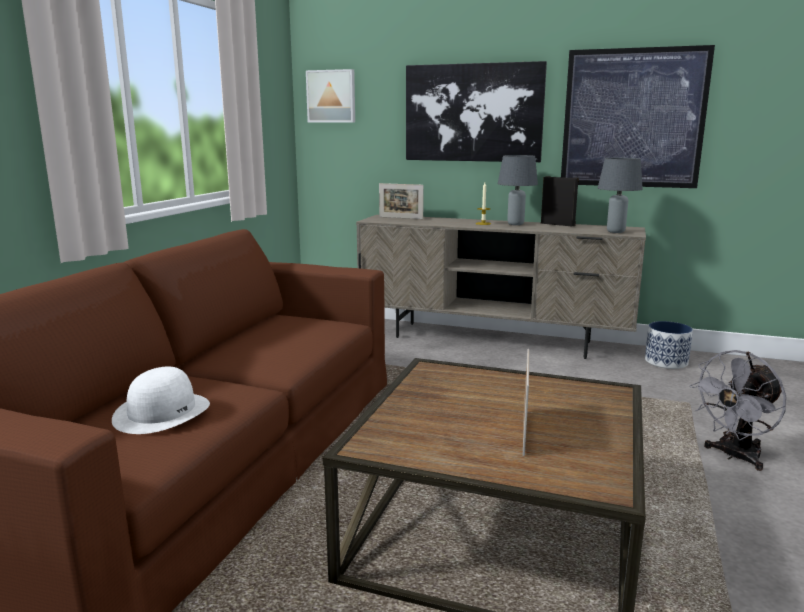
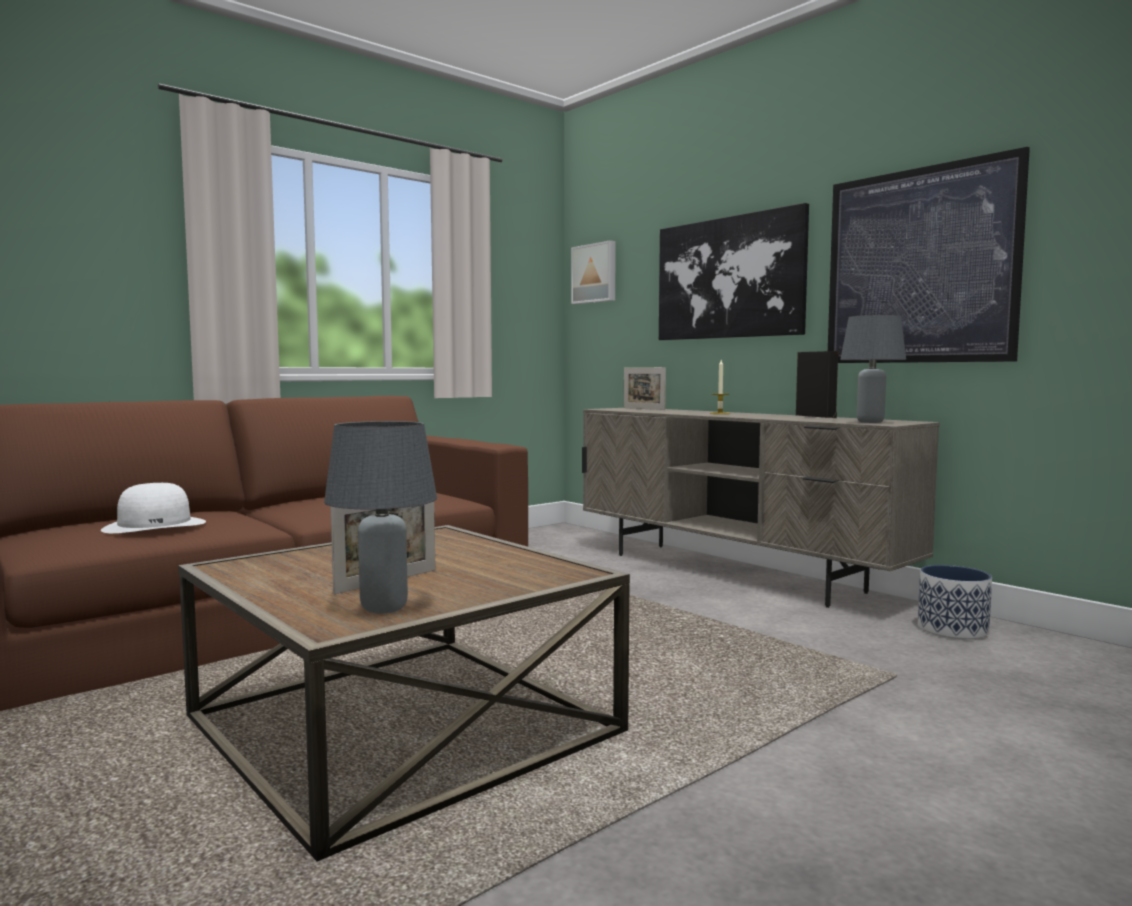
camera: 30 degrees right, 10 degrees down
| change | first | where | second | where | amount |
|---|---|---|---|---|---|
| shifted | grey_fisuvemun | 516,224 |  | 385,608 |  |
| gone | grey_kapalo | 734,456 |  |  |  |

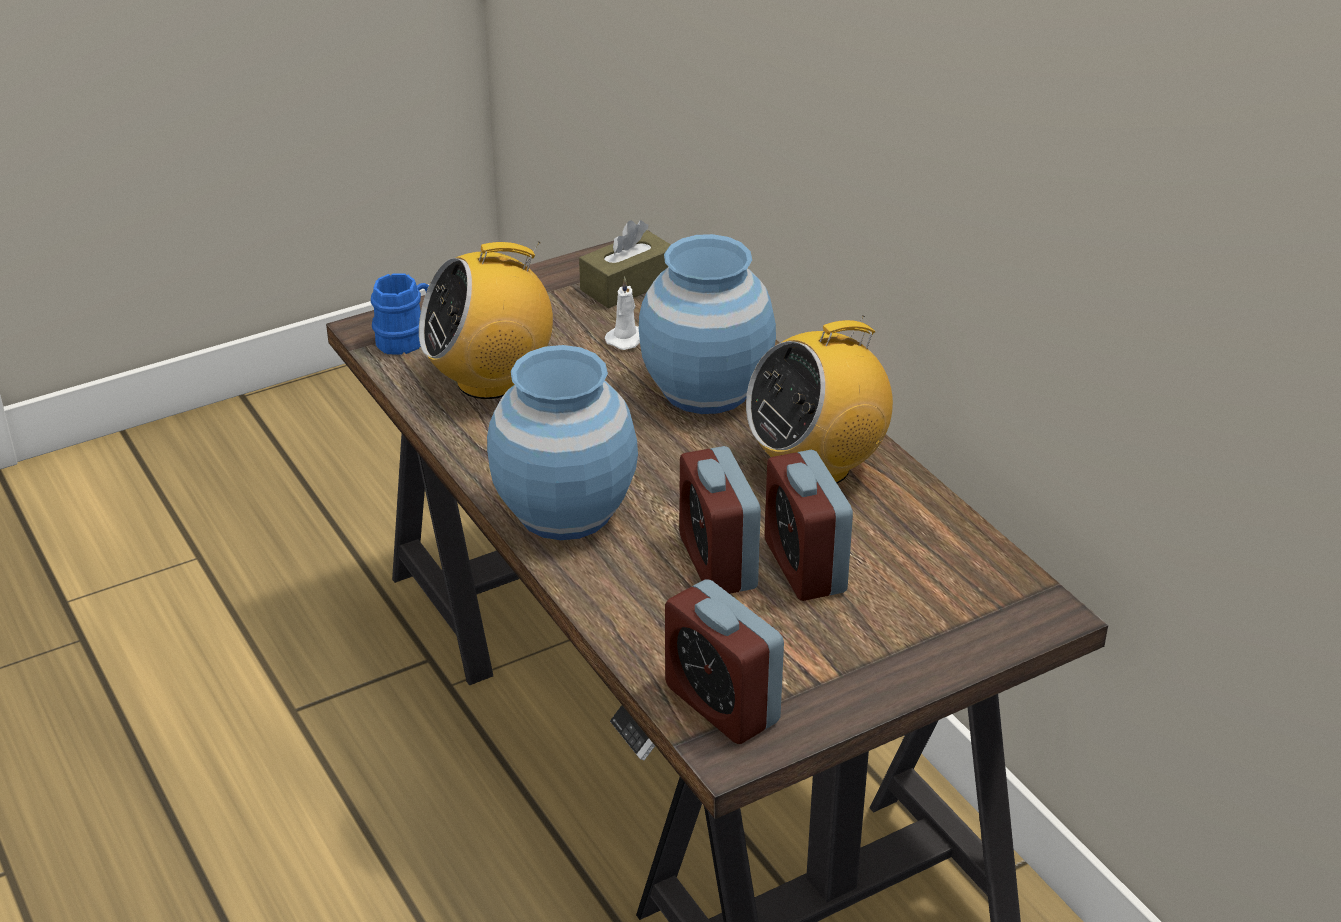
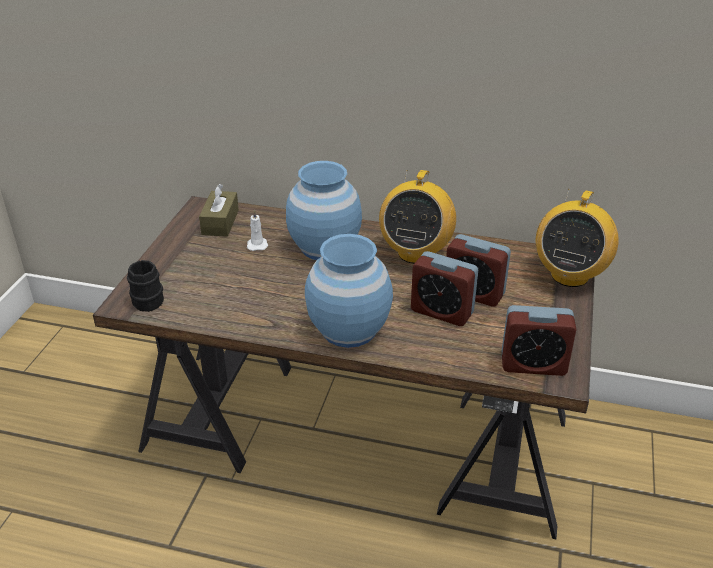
camera: 45 degrees left, 0 degrees up
| change | first | where | second | where | amount |
|---|---|---|---|---|---|
| repainted | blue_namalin | 406,338 | black_namalin | 149,299 |  |
| shifted | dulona | 490,380 |  | 569,275 |  |

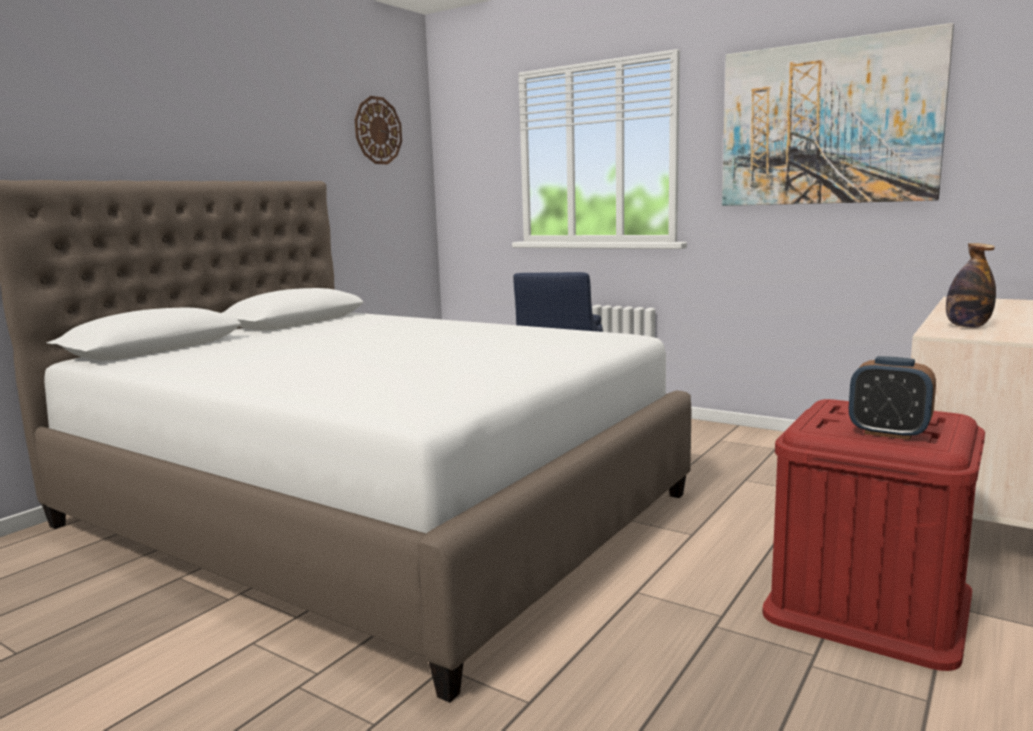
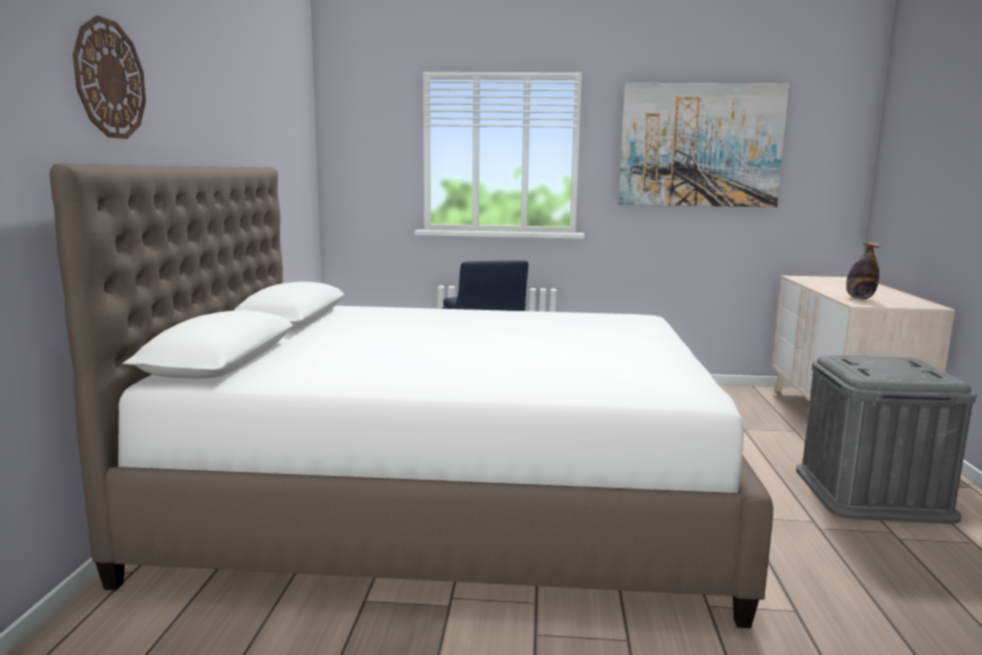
camera: 30 degrees left, 0 degrees up
| change | first | where | second | where | amount |
|---|---|---|---|---|---|
| shifted | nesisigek | 378,130 |  | 109,79 |  |
| repainted | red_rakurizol | 868,603 | grey_rakurizol | 872,493 |  |
| gone | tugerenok | 888,433 |  |  |  |

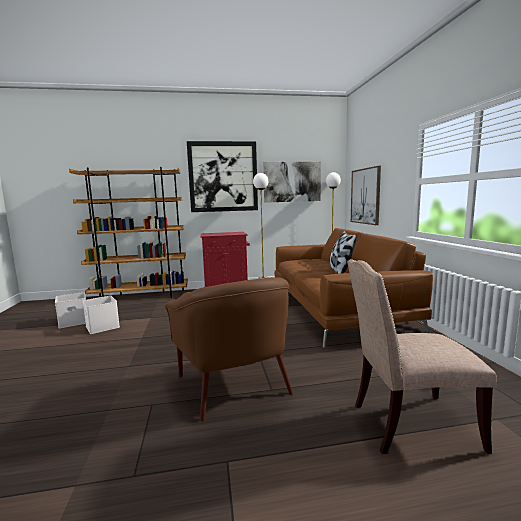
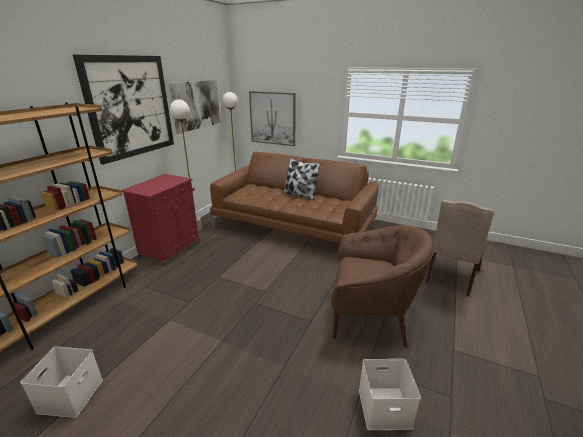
camera: 55 degrees left, 15 degrees up
| change | first | where | second | where | amount |
|---|---|---|---|---|---|
| shifted | white_rakurizol | 101,326 |  | 383,409 |  |

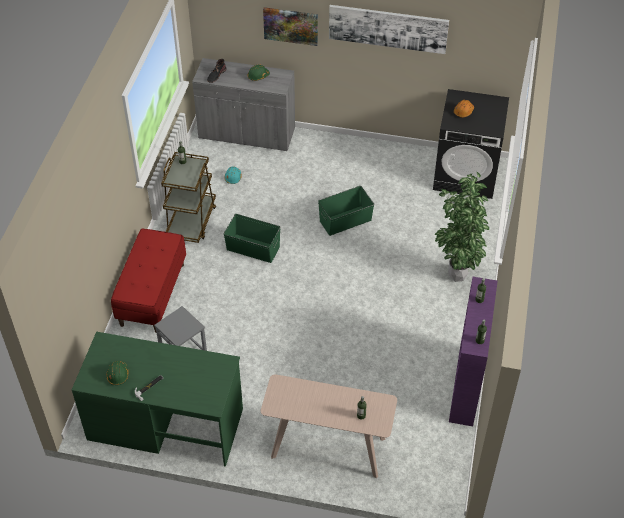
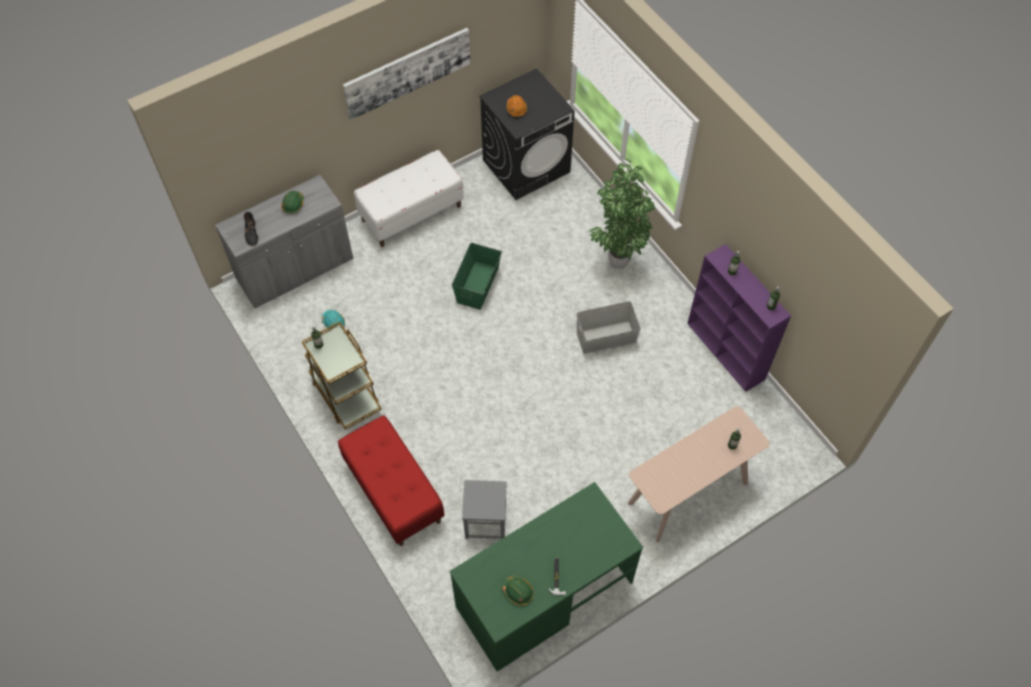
camera: 45 degrees left, 10 degrees up
| change | first | where | second | where | amount |
|---|---|---|---|---|---|
| gone | green_rakurizol | 253,248 |  |  |  |
| gone | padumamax | 291,25 |  |  |  |
| new |  |  | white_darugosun | 411,213 |  |
| new |  |  | grey_rakurizol | 606,337 |  |

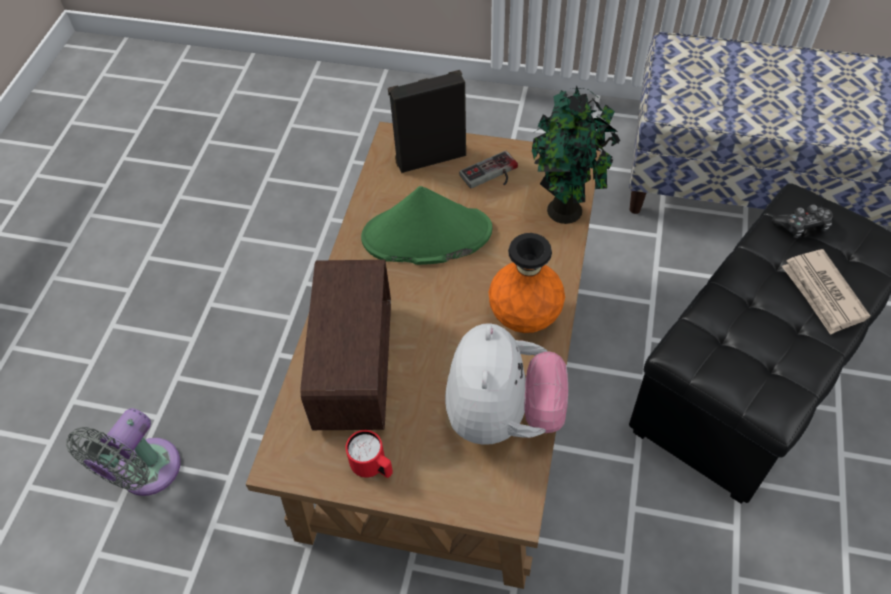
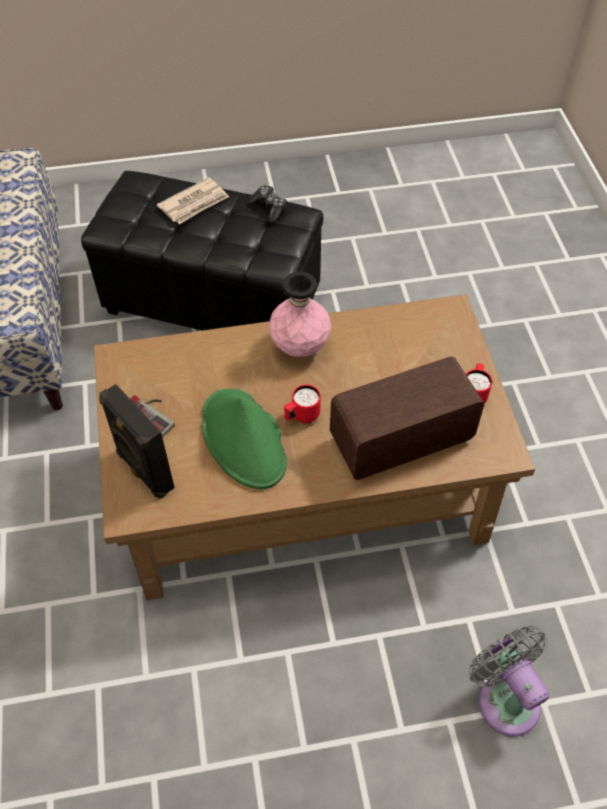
camera: 115 degrees left, 0 degrees up
| change | first | where | second | where | amount |
|---|---|---|---|---|---|
| rotated | grey_kapalo | 145,473 |  | 505,697 | 120 degrees counterclockwise |
| gone | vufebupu | 502,415 |  |  |  |
| repainted | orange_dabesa | 524,318 | pink_dabesa | 300,347 |  |
| gone | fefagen | 565,213 |  |  |  |
| shifted | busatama | 802,226 |  | 269,208 |  |
| new |  |  | red_namalin | 302,416 |  |

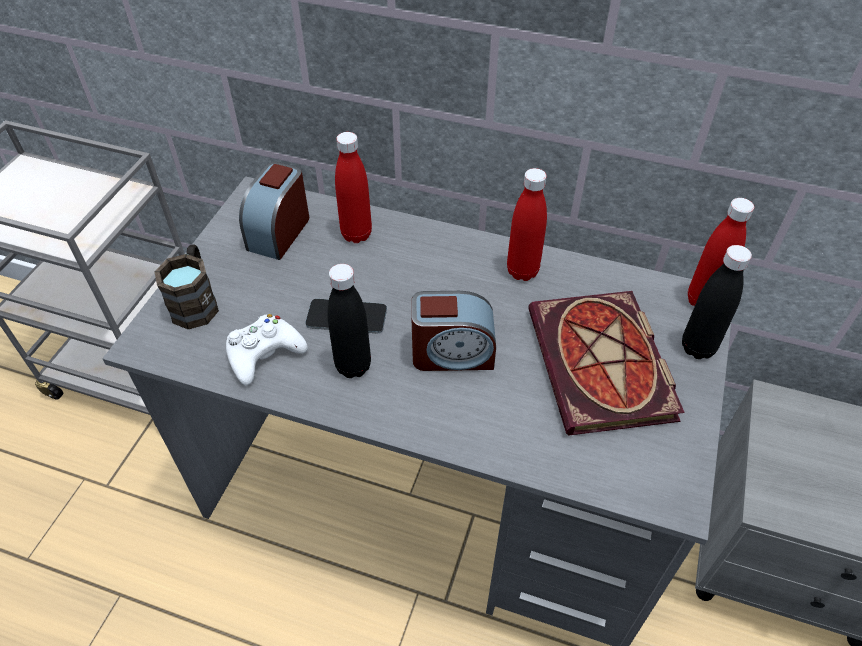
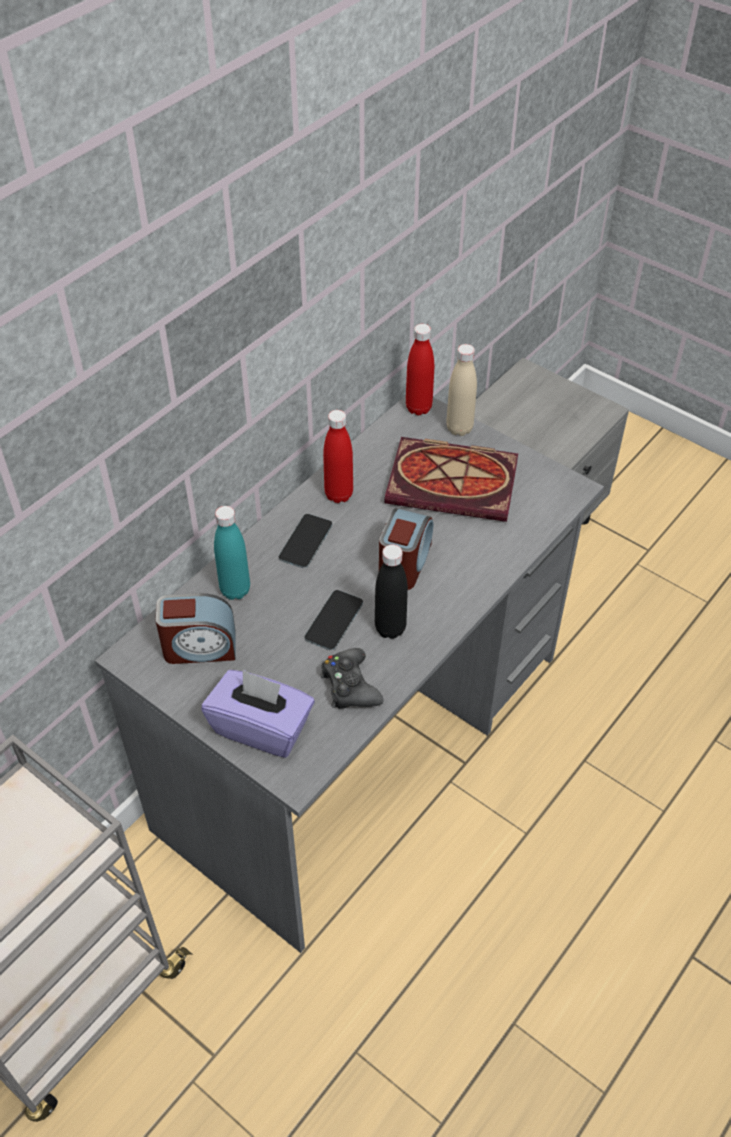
camera: 70 degrees left, 0 degrees up
| change | first | where | second | where | amount |
|---|---|---|---|---|---|
| swapped | brown_namalin | 196,302 | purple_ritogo | 262,727 |  |
| repainted | white_busatama | 264,354 | black_busatama | 350,686 |  |
| rotated | tugerenok | 279,232 |  | 199,647 | 45 degrees counterclockwise |
| repainted | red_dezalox | 356,234 | turquoise_dezalox | 235,590 |  |
| repainted | black_dezalox | 697,348 | beige_dezalox | 459,428 |  |
| new |  |  | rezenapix | 305,541 |  |

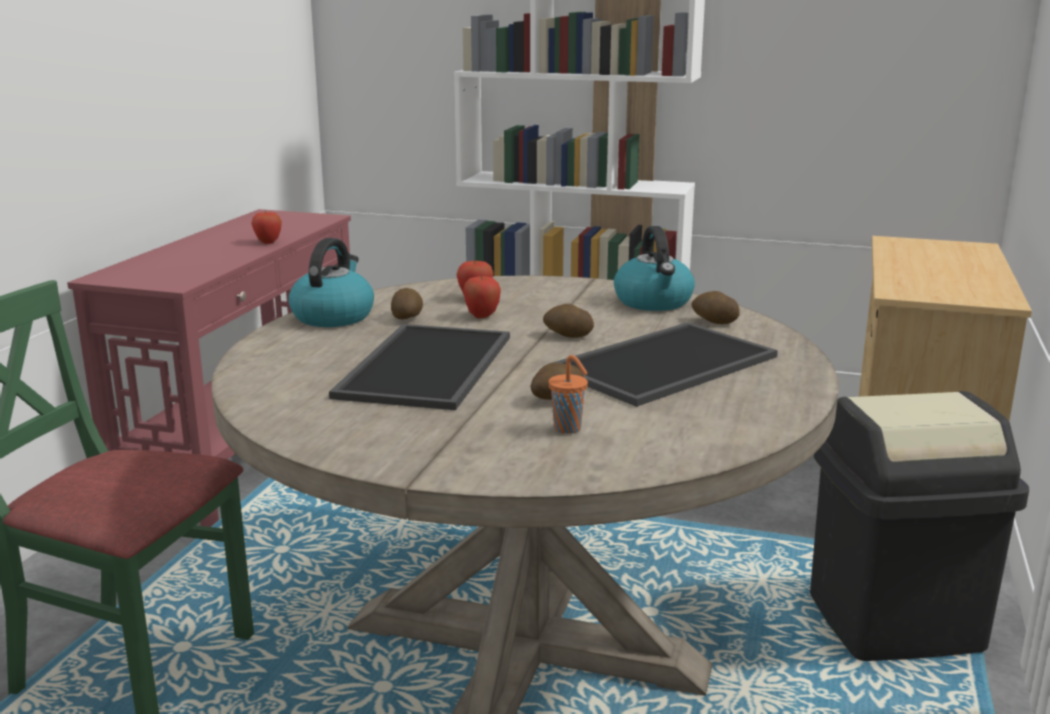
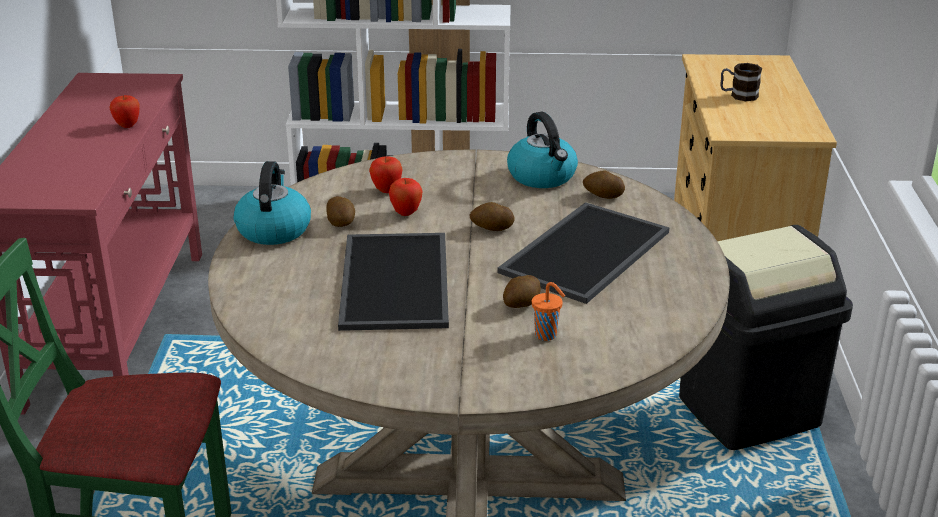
camera: 15 degrees left, 10 degrees up
| change | first | where | second | where | amount |
|---|---|---|---|---|---|
| new |  |  | namalin | 738,95 |  |

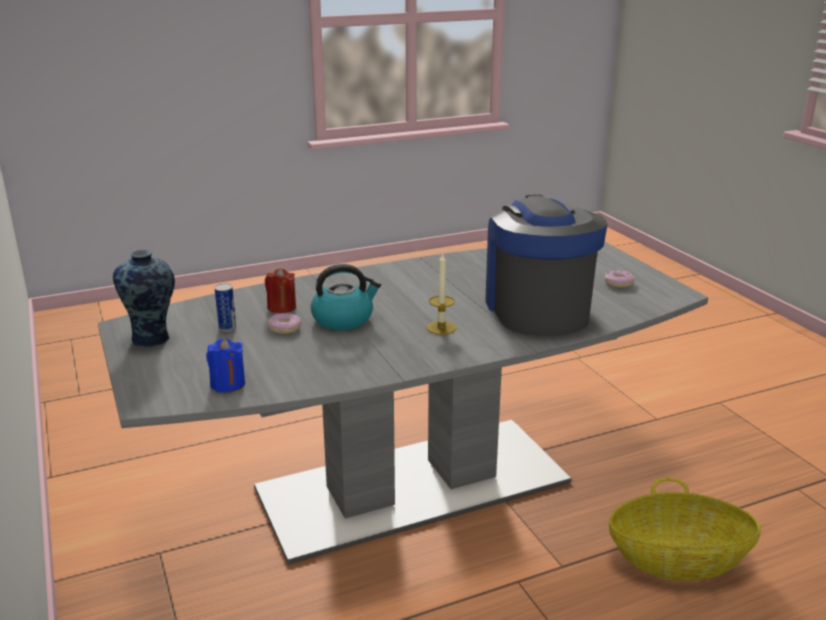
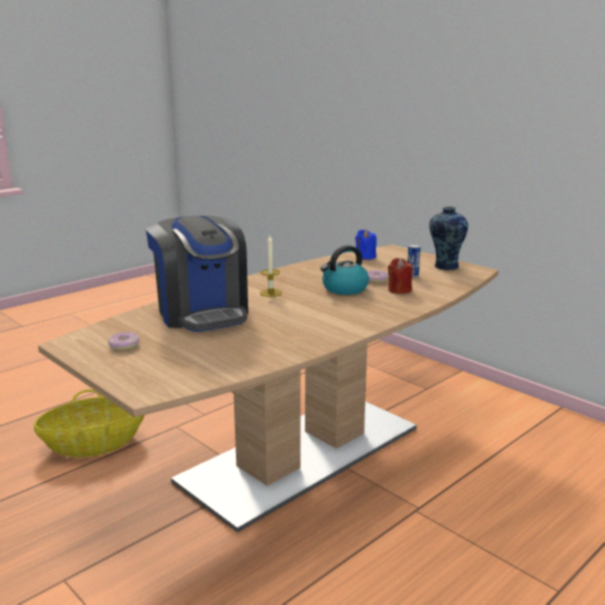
camera: 160 degrees right, 5 degrees down
| change | first | where | second | where | amount |
|---|---|---|---|---|---|
| repainted | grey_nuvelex | 412,485 | brown_nuvelex | 303,453 |  |

